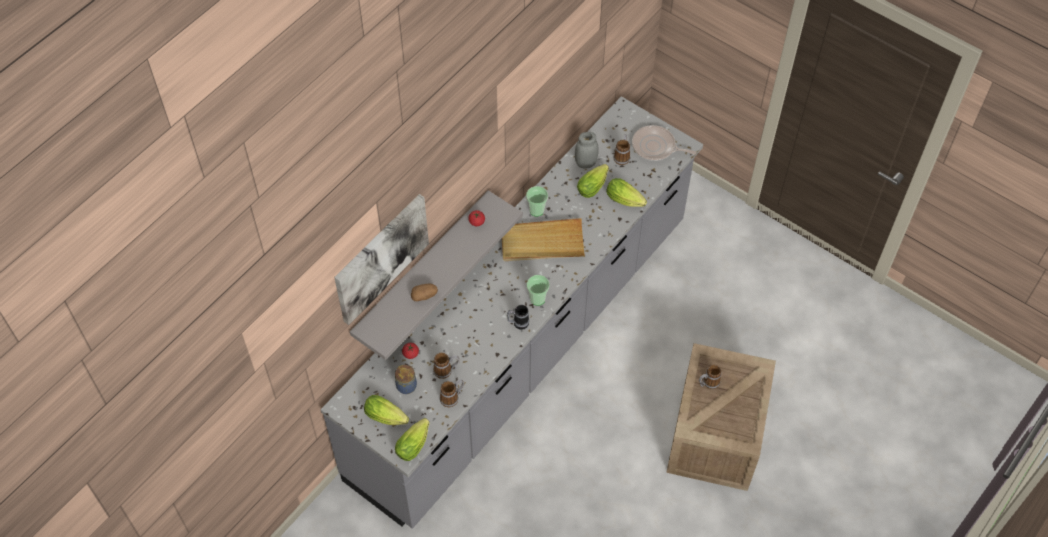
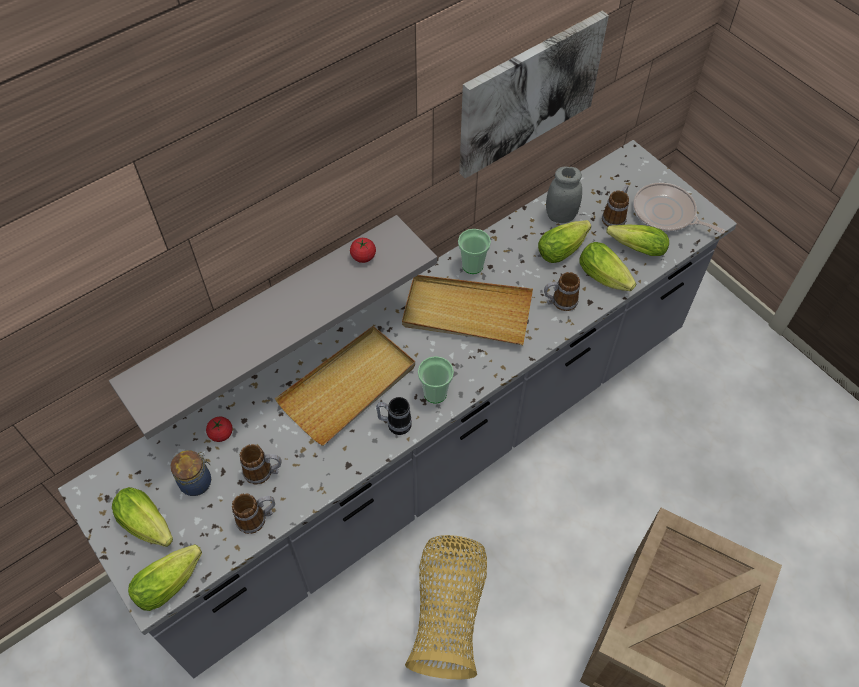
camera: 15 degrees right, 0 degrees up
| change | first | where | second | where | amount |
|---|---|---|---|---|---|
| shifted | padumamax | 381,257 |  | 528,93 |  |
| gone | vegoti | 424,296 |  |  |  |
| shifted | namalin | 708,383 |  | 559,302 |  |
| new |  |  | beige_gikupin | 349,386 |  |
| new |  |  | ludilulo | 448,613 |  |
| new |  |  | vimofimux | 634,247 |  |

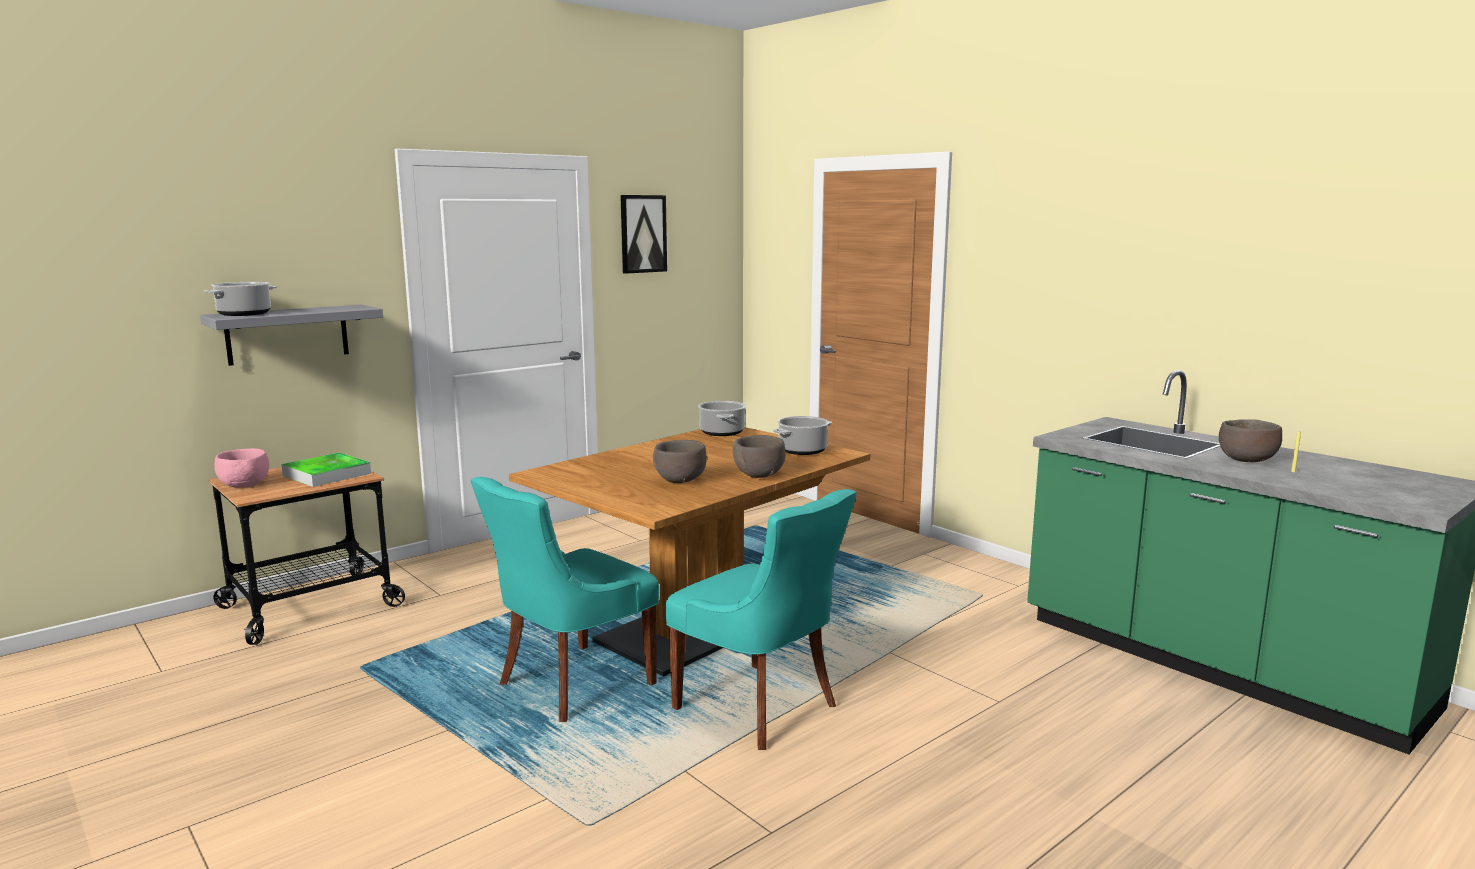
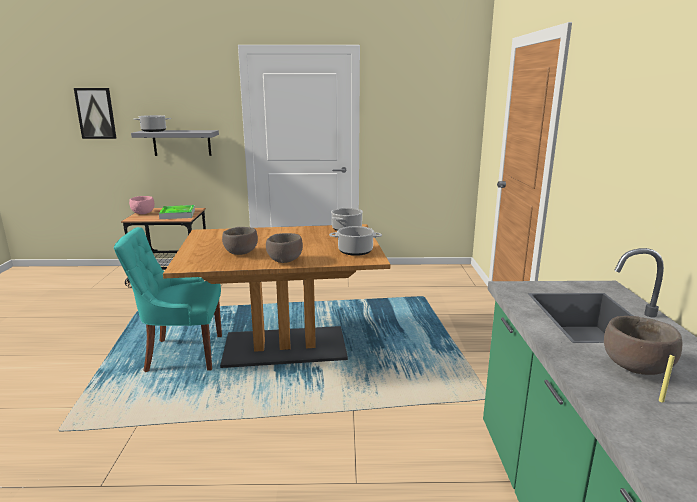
camera: 40 degrees right, 5 degrees up
| change | first | where | second | where | amount |
|---|---|---|---|---|---|
| shifted | padumamax | 643,234 |  | 96,113 |  |
| gone | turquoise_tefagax | 760,707 |  |  |  |

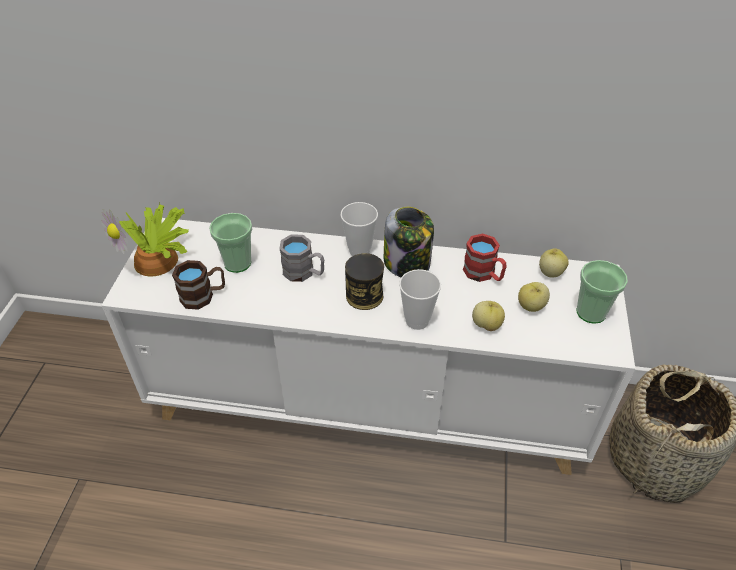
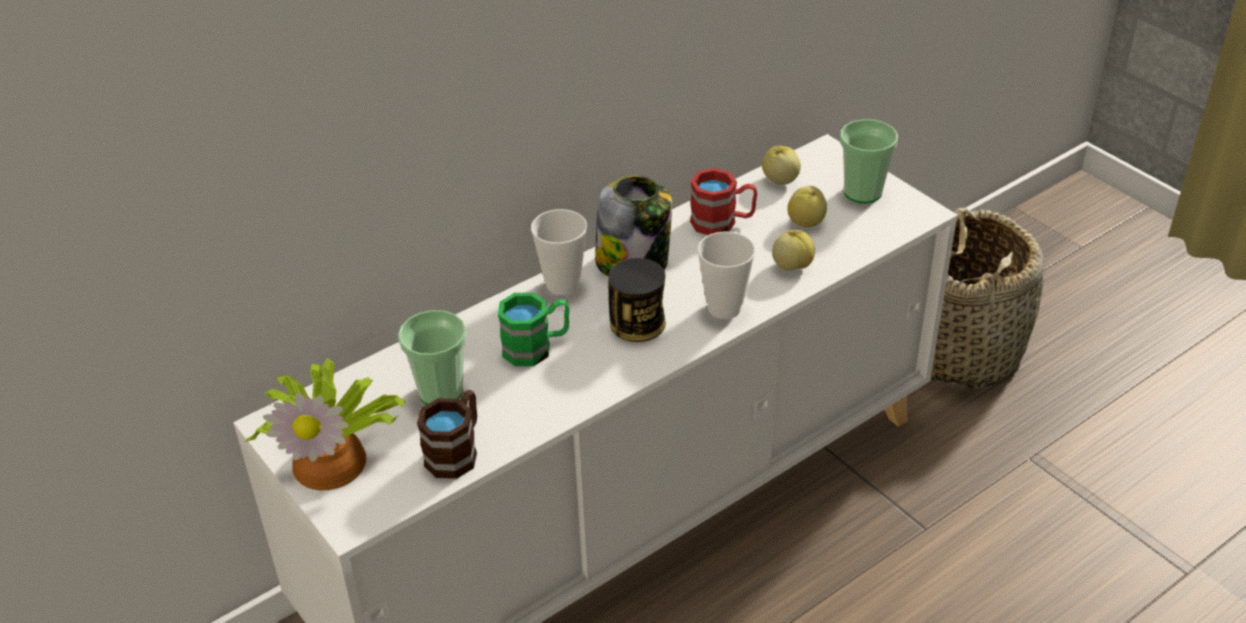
camera: 45 degrees left, 5 degrees down
| change | first | where | second | where | amount |
|---|---|---|---|---|---|
| repainted | grey_namalin | 304,273 | green_namalin | 536,347 |  |

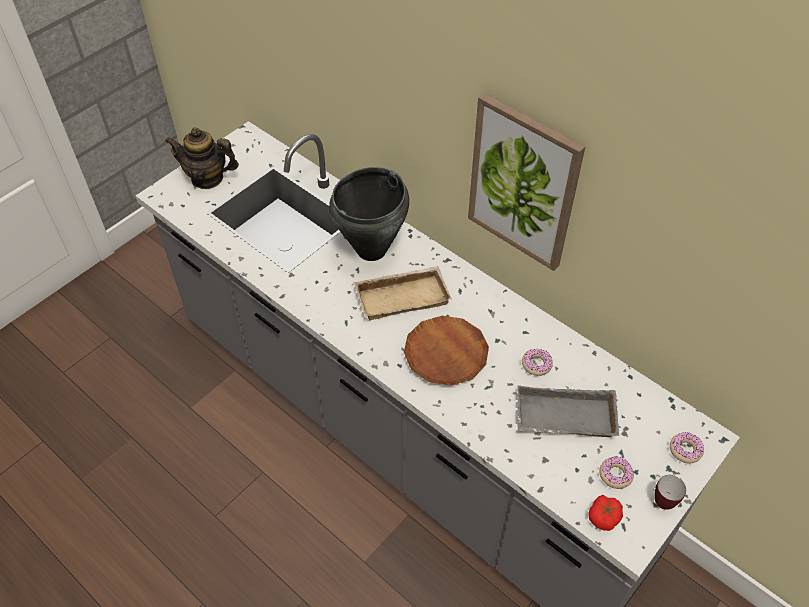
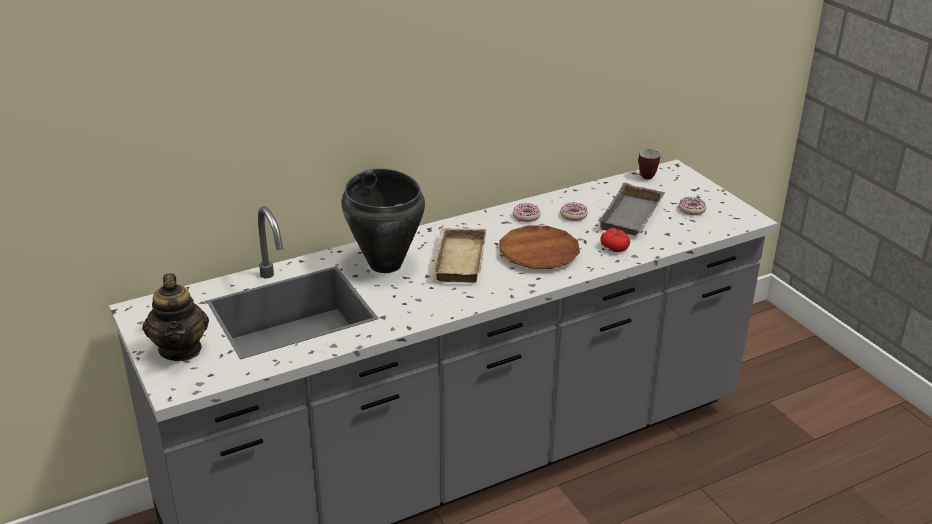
camera: 70 degrees left, 20 degrees down
| change | first | where | second | where | amount |
|---|---|---|---|---|---|
| rotated | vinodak | 207,178 |  | 181,349 | 45 degrees counterclockwise |
| gone | padumamax | 523,183 |  |  |  |
| shifted | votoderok | 604,517 |  | 614,247 |  |
| shifted | namalin | 665,499 |  | 645,176 |  |
| shifted | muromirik | 685,450 |  | 526,216 |  |

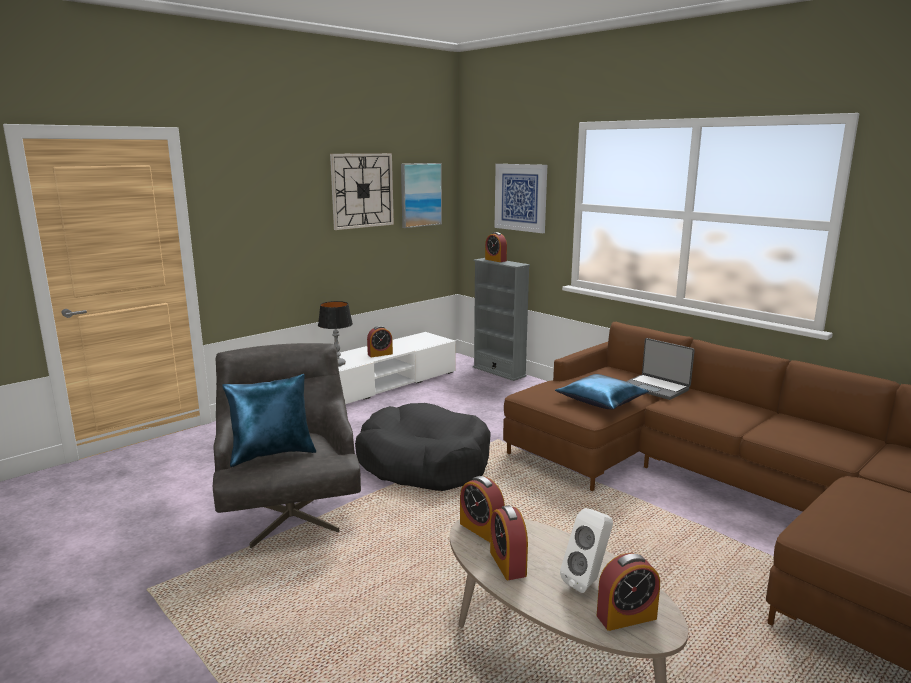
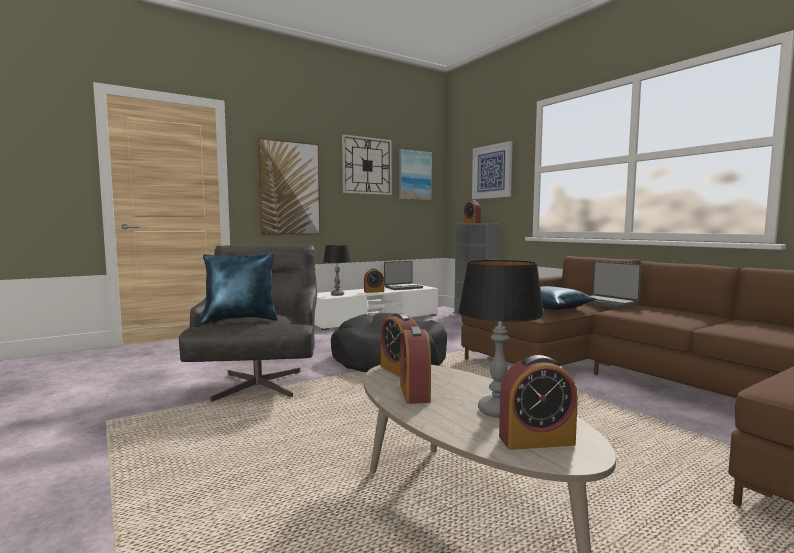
camera: 10 degrees right, 10 degrees down
| change | first | where | second | where | amount |
|---|---|---|---|---|---|
| swapped | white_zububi | 588,582 | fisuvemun | 498,411 |  |
| new |  |  | padumamax | 289,188 |  |
| new |  |  | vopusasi | 403,287 |  |

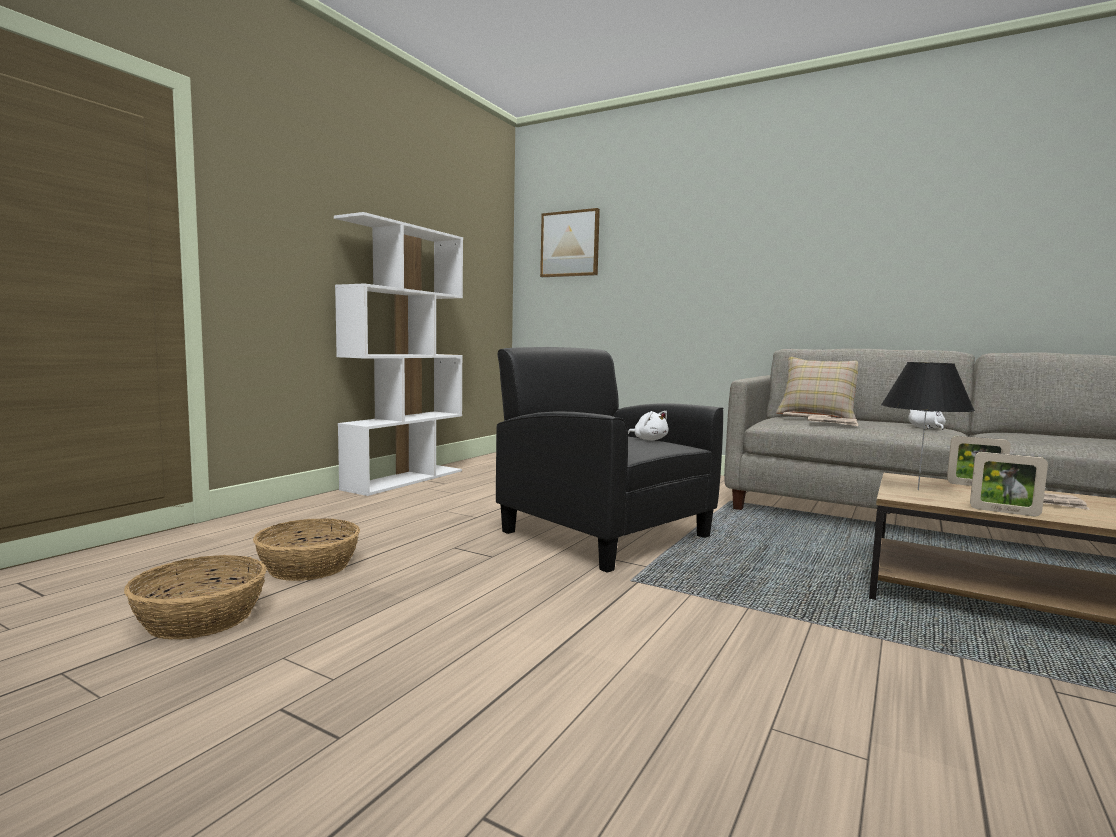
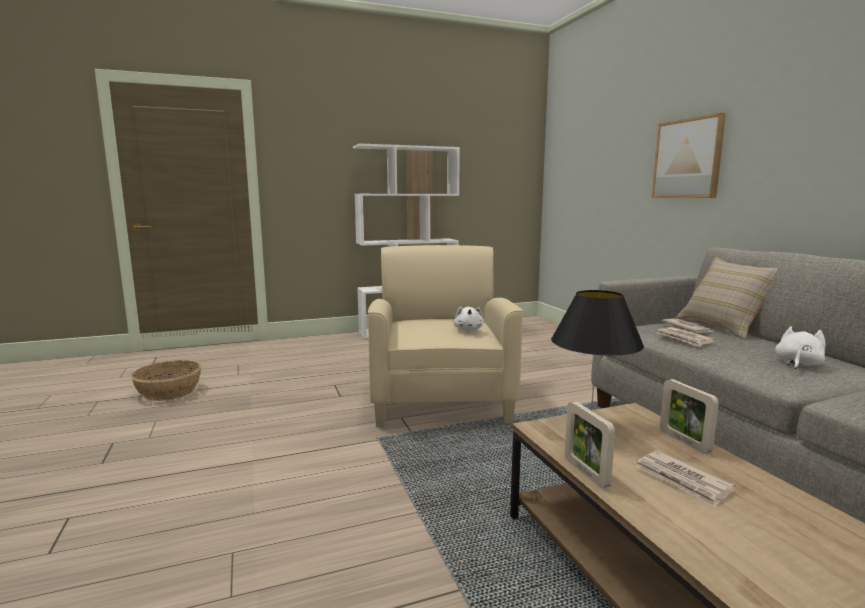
camera: 40 degrees right, 5 degrees up
| change | first | where | second | where | amount |
|---|---|---|---|---|---|
| gone | ludilulo | 308,567 |  |  |  |
| repainted | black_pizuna | 603,533 | beige_pizuna | 441,399 |  |
| shifted | padumamax | 570,244 |  | 687,158 |  |

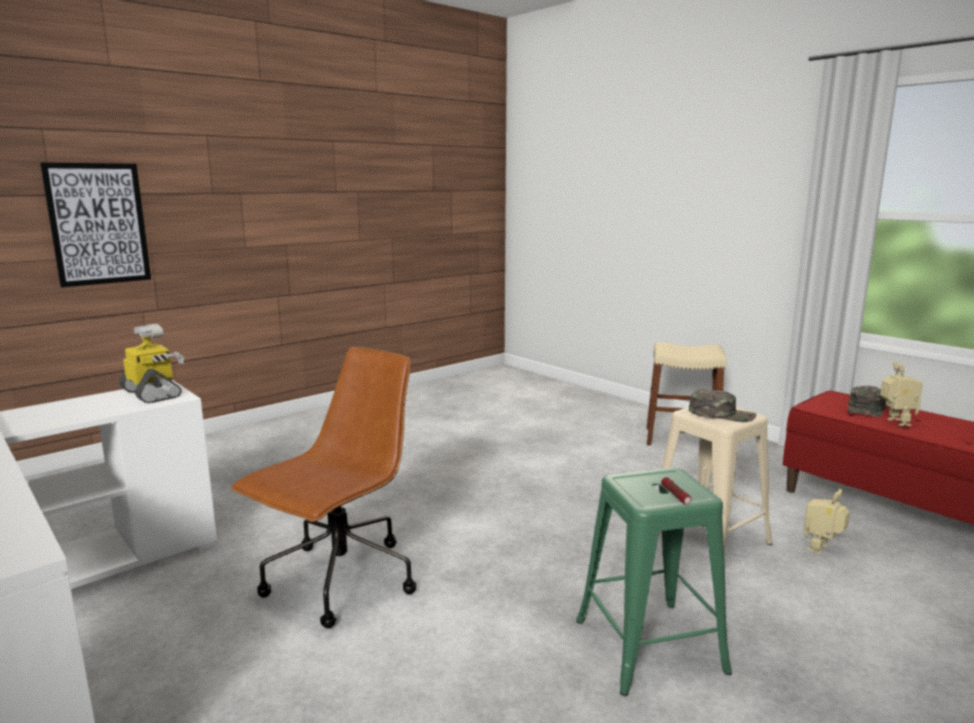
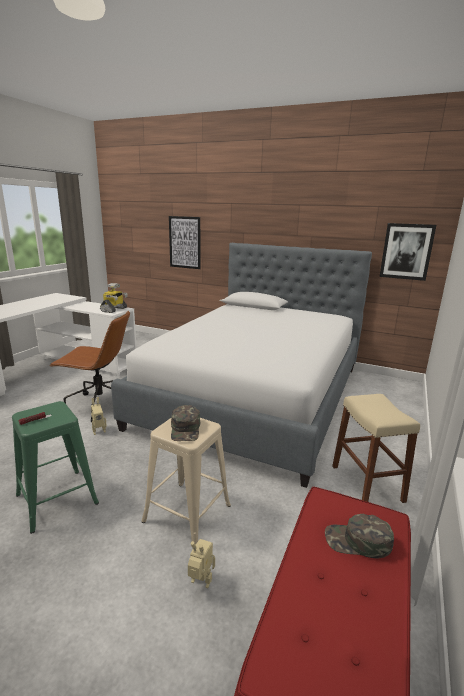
camera: 65 degrees right, 5 degrees up
| change | first | where | second | where | amount |
|---|---|---|---|---|---|
| shifted | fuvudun | 895,422 |  | 98,430 |  |
| new |  |  | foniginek | 255,395 |  |
| new |  |  | padumamax | 406,251 |  |

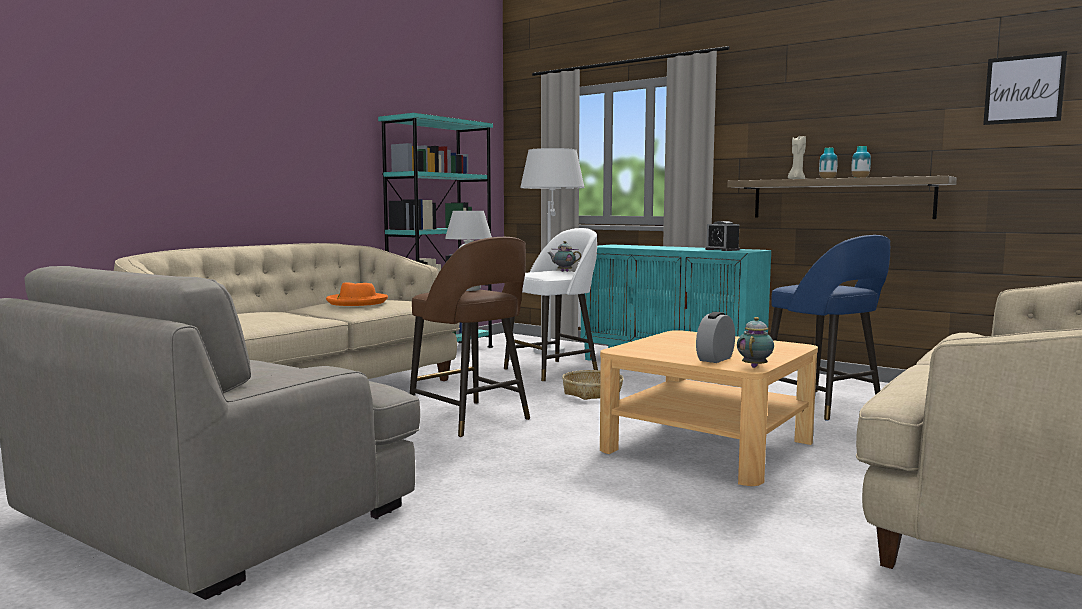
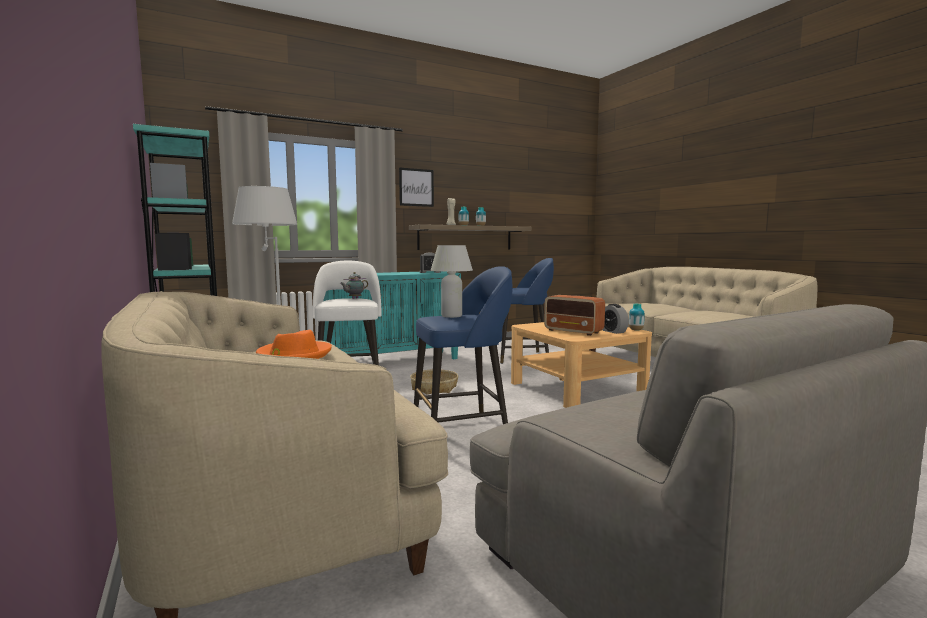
camera: 65 degrees left, 0 degrees up
| change | first | where | second | where | amount |
|---|---|---|---|---|---|
| repainted | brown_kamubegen | 471,419 | blue_kamubegen | 462,429 |  |
| swapped | vinodak | 755,366 | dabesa | 636,330 |  |
| shifted | padumamax | 1024,89 |  | 416,187 |  |
| new |  |  | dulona | 574,331 |  |

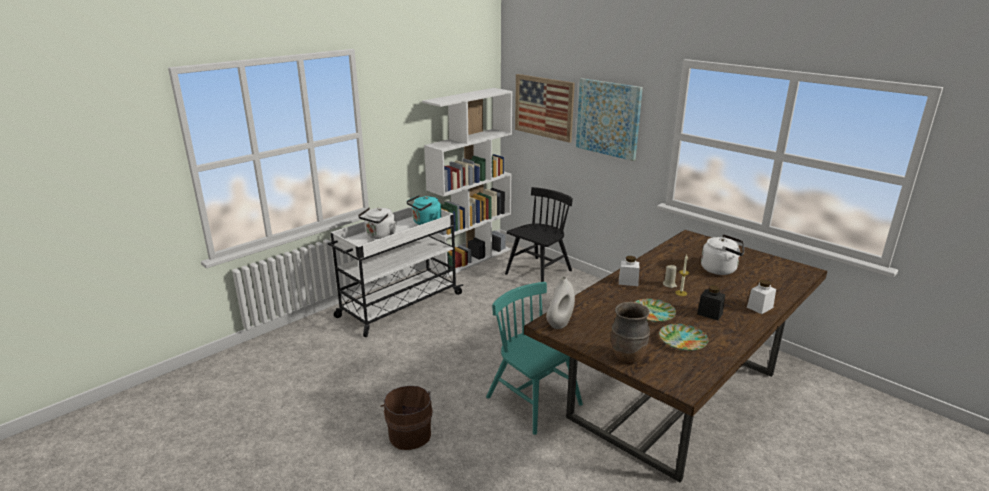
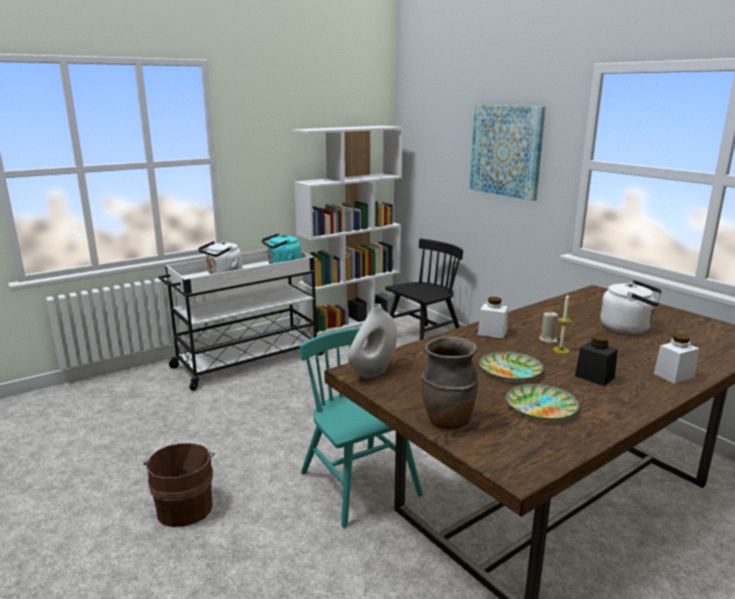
camera: 10 degrees right, 5 degrees down
| change | first | where | second | where | amount |
|---|---|---|---|---|---|
| gone | padumamax | 544,107 |  |  |  |

